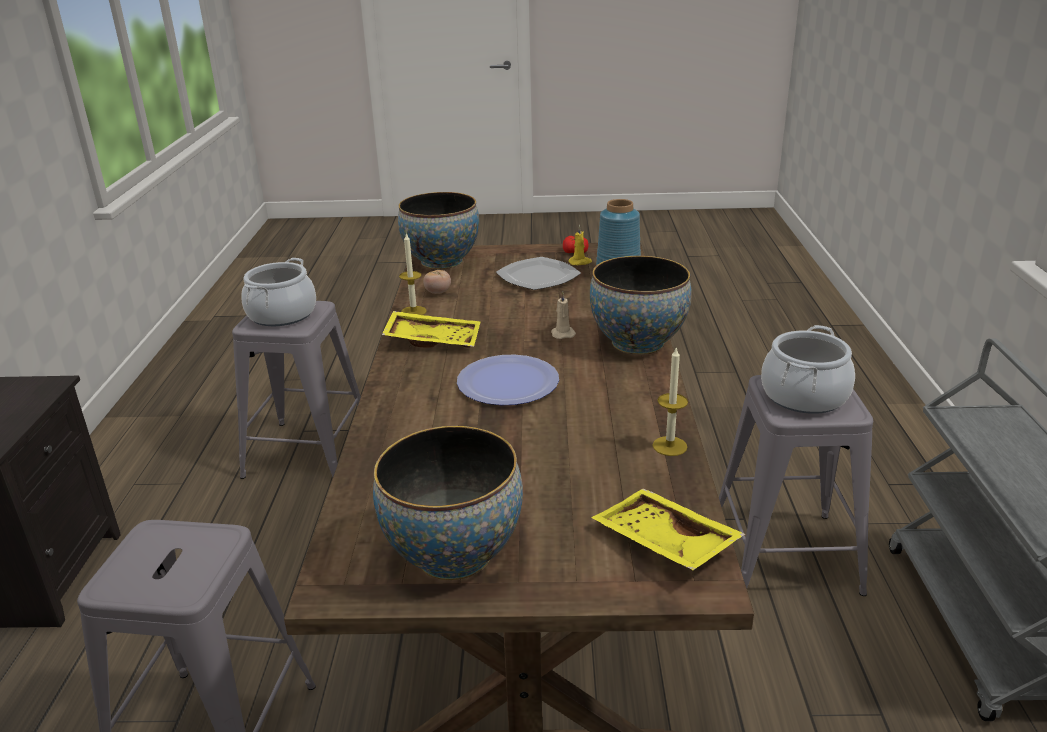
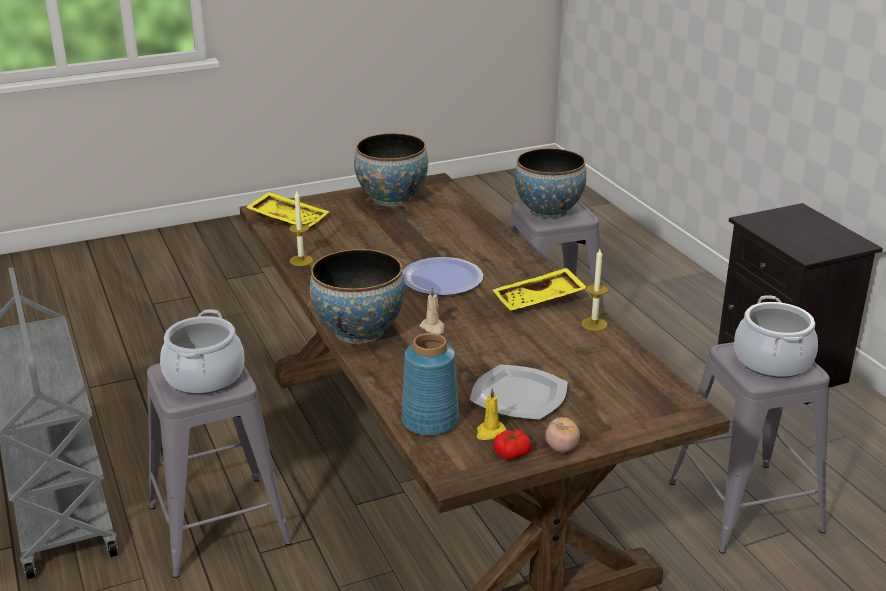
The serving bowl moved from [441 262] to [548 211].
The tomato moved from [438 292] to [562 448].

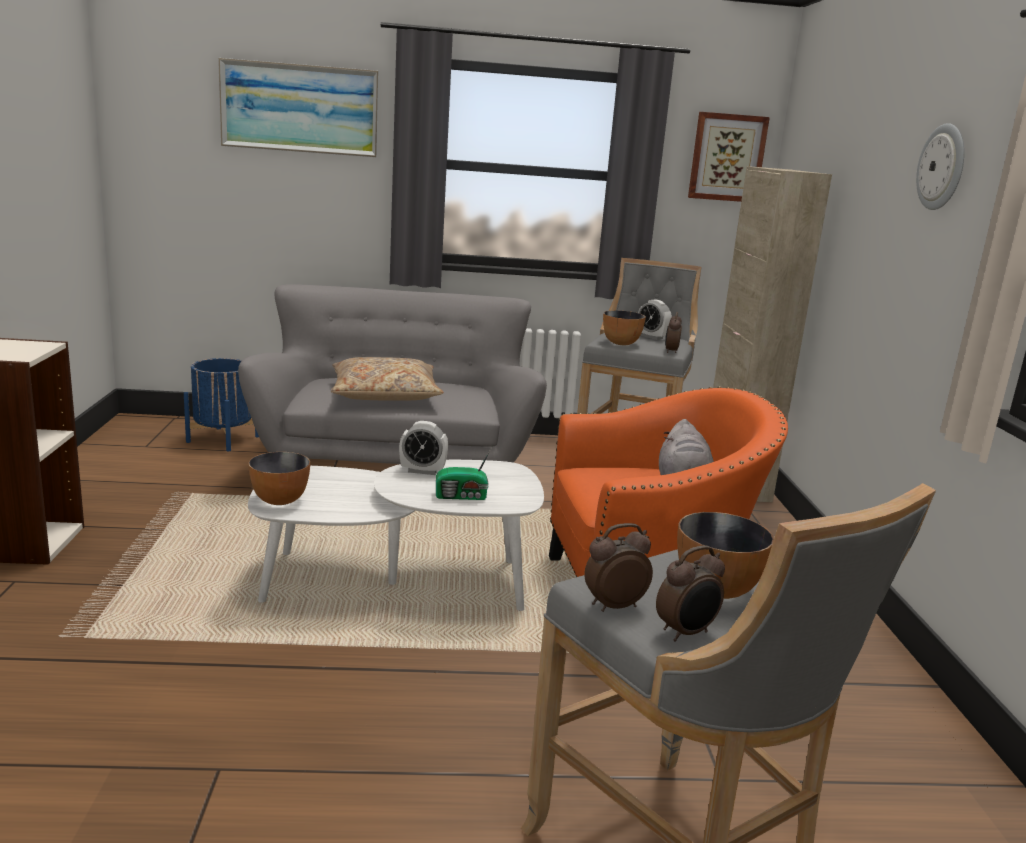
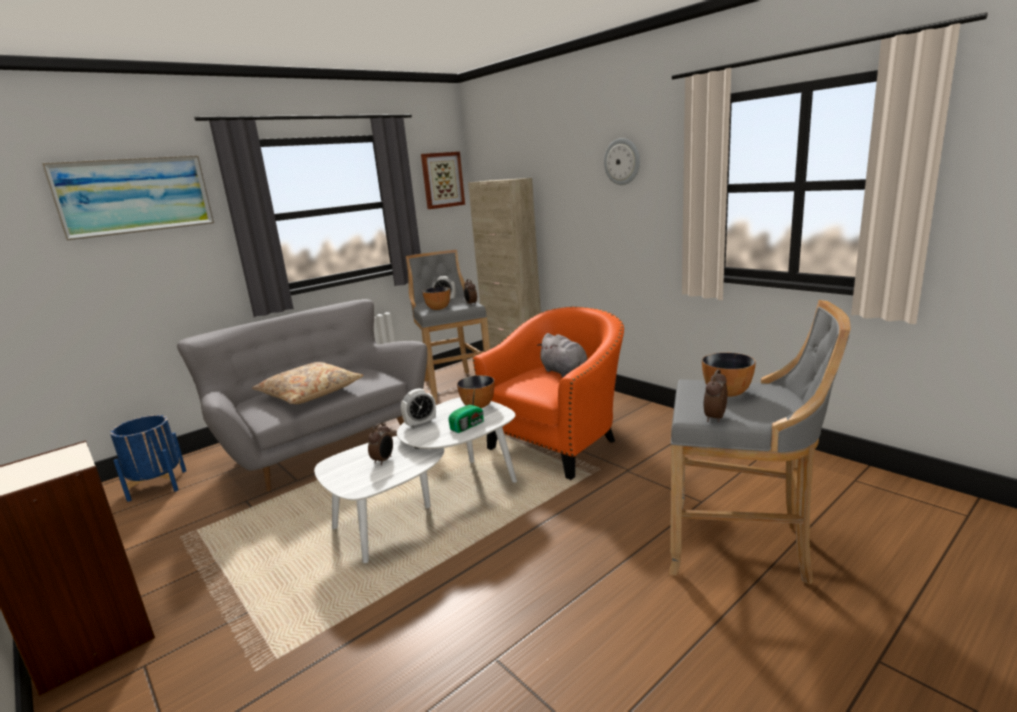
The serving bowl moved from [280 500] to [478 405].
The alarm clock moved from [686 633] to [383 460].

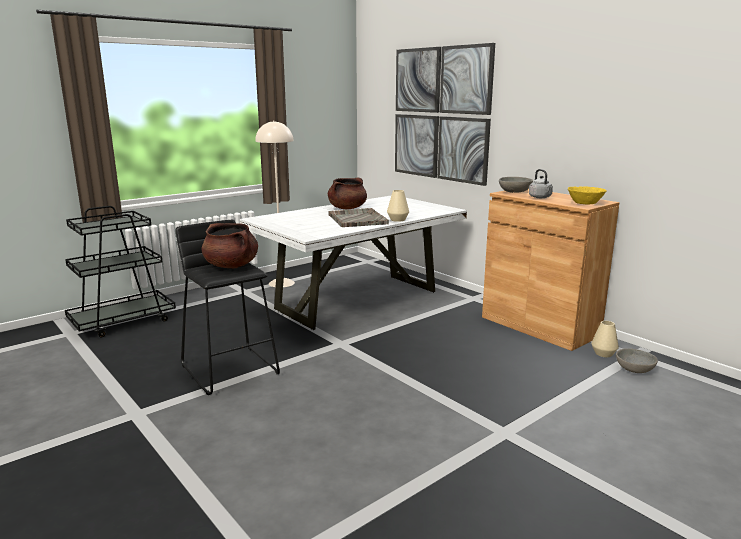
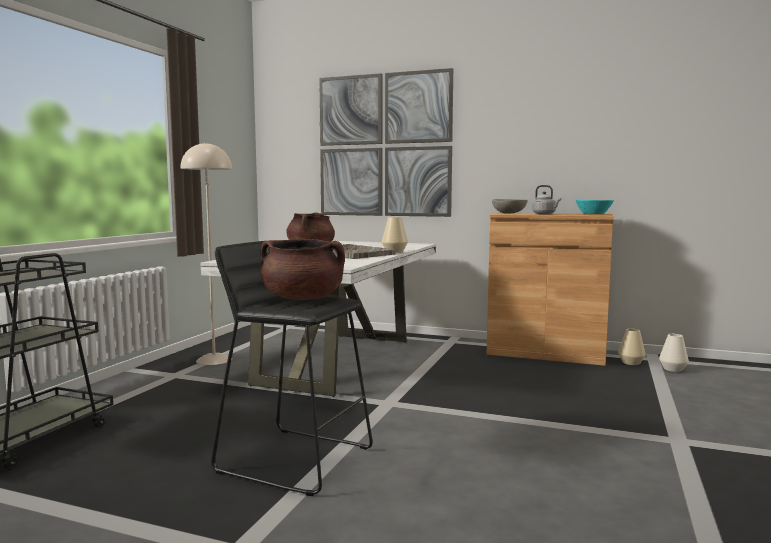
The serving bowl (greyish) at [635 369] was replaced by the vase (white) at [673 369].
The serving bowl (yellow) at [585 203] became the serving bowl (turquoise-coloured) at [594 214].

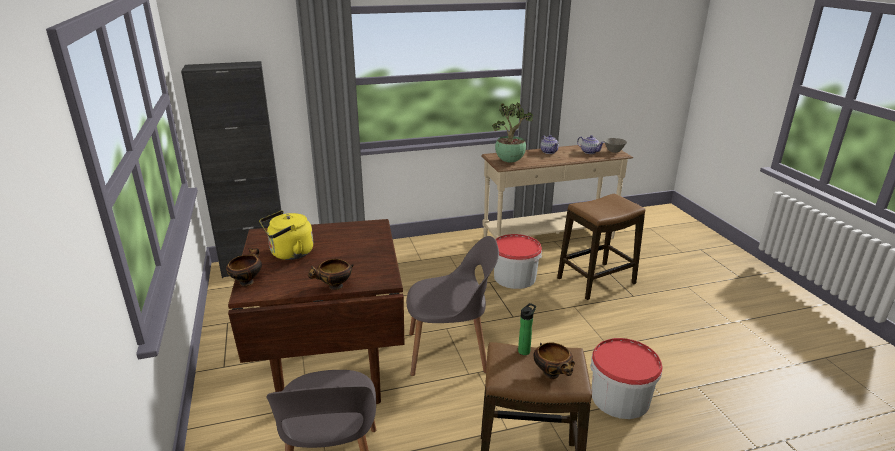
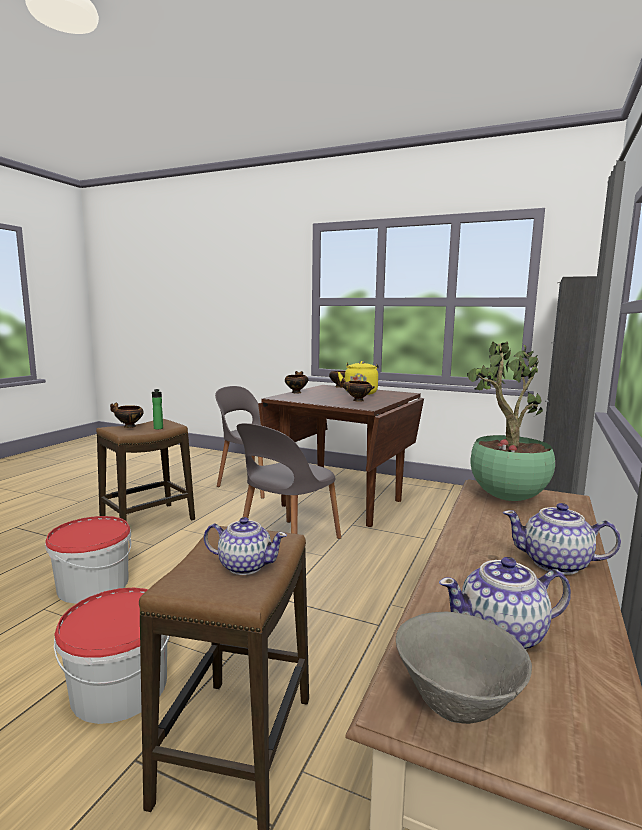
The tea pot at [244 565] appeared.
The serving bowl at [357 400] appeared.
The pail moved from [514 277] to [119 687].

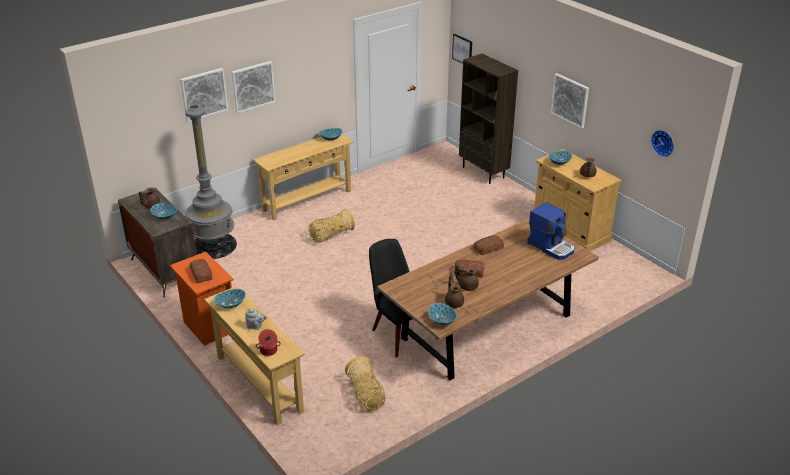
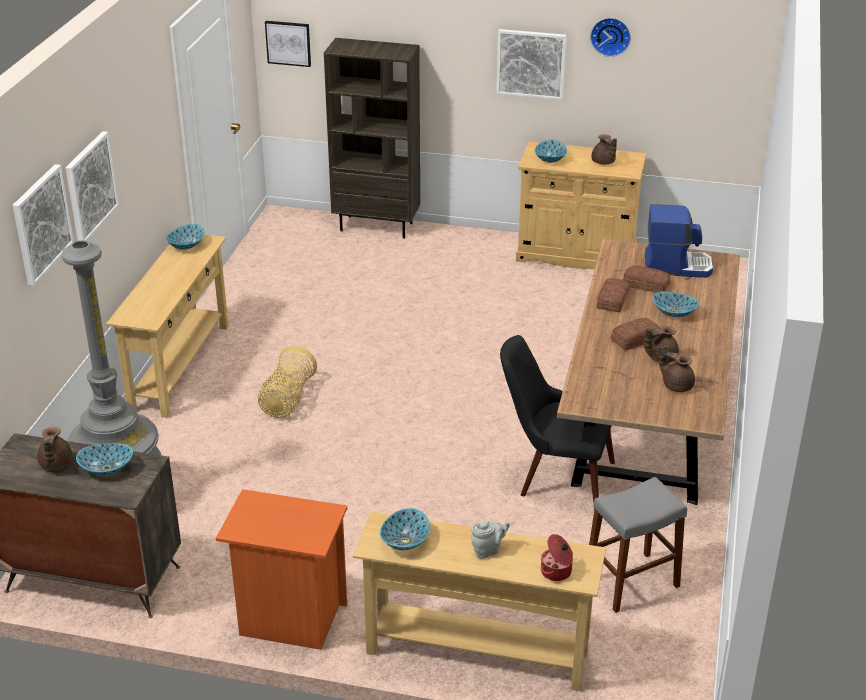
The baked bread moved from [201 273] to [645 284].
The serving bowl moved from [442 321] to [674 313].
The wall clock moved from [663 142] to [610 36].
The storage basket at [366 395] was replaced by the stool seat (greyish) at [631 582].

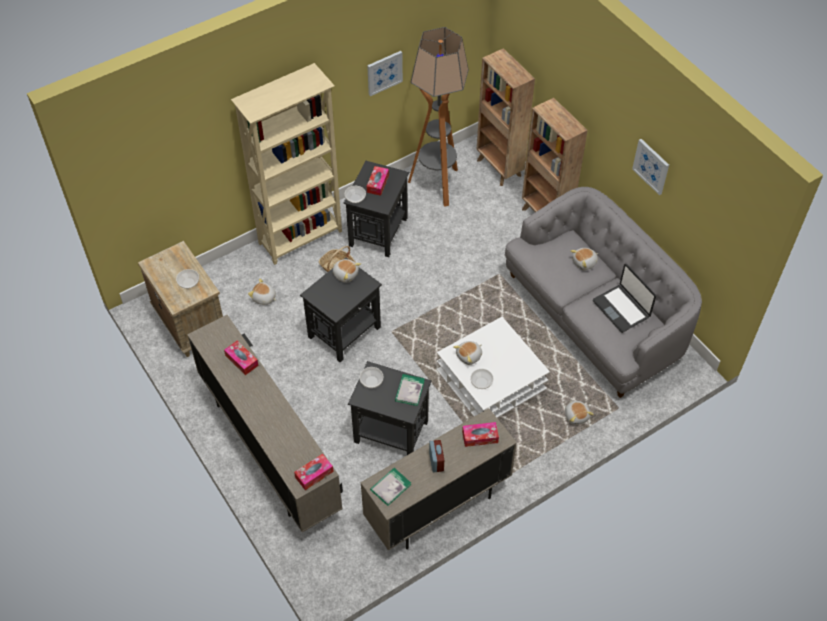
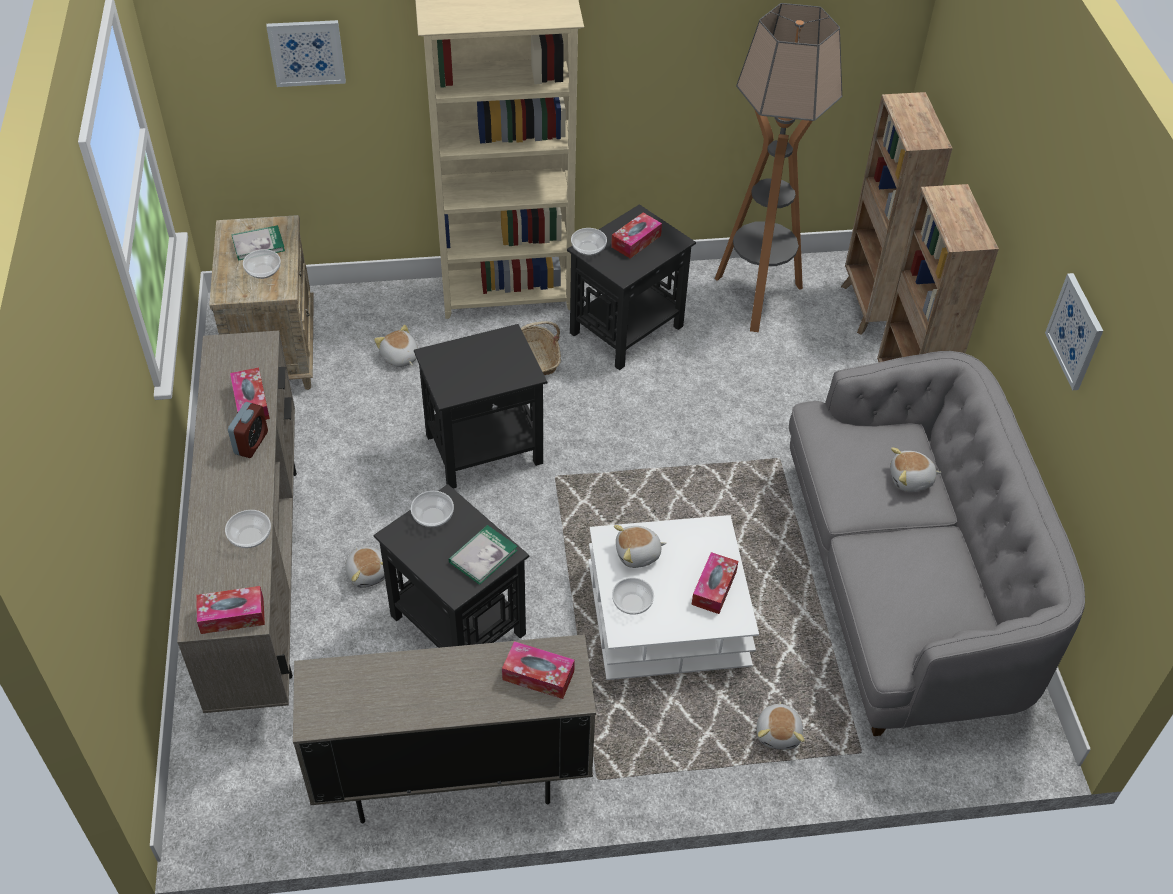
The laptop at [621 308] disappeared.
The serving bowl at [250 536] appeared.
The box of tissues at [714 588] appeared.
The cuddly toy moved from [345 274] to [368 573].
The wall picture moved from [384 72] to [307 52].
The volume moved from [390 487] to [258 244].
The alarm clock moved from [436 462] to [251 443].

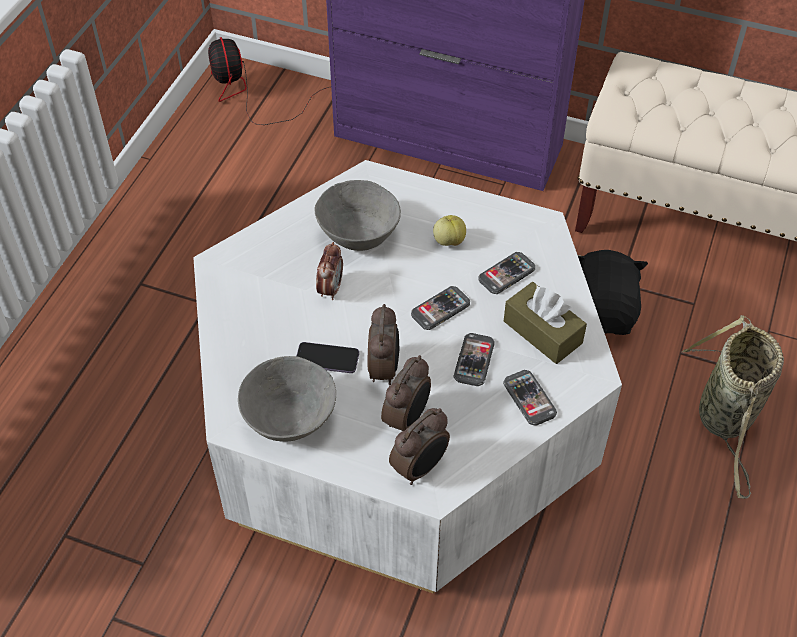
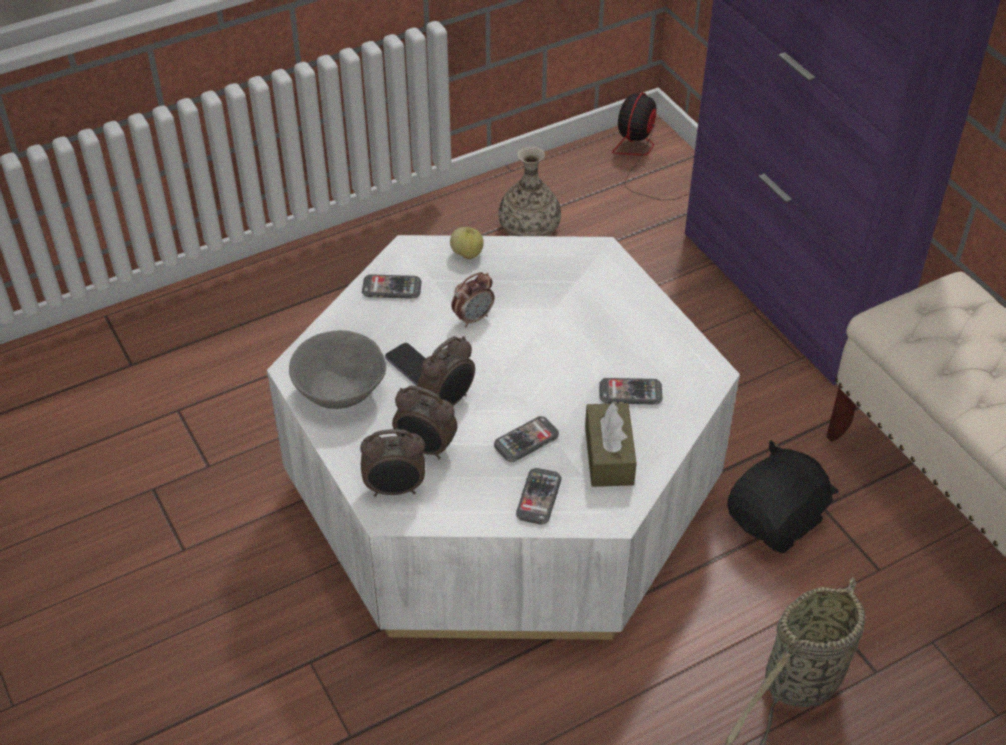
The serving bowl (greyish) at [359 234] disappeared.
The vase at [529 229] appeared.
The telephone moved from [440 309] to [391 288].
The whole apple moved from [449 241] to [467 254].
The alarm clock at [407 418] turned 45 degrees clockwise.

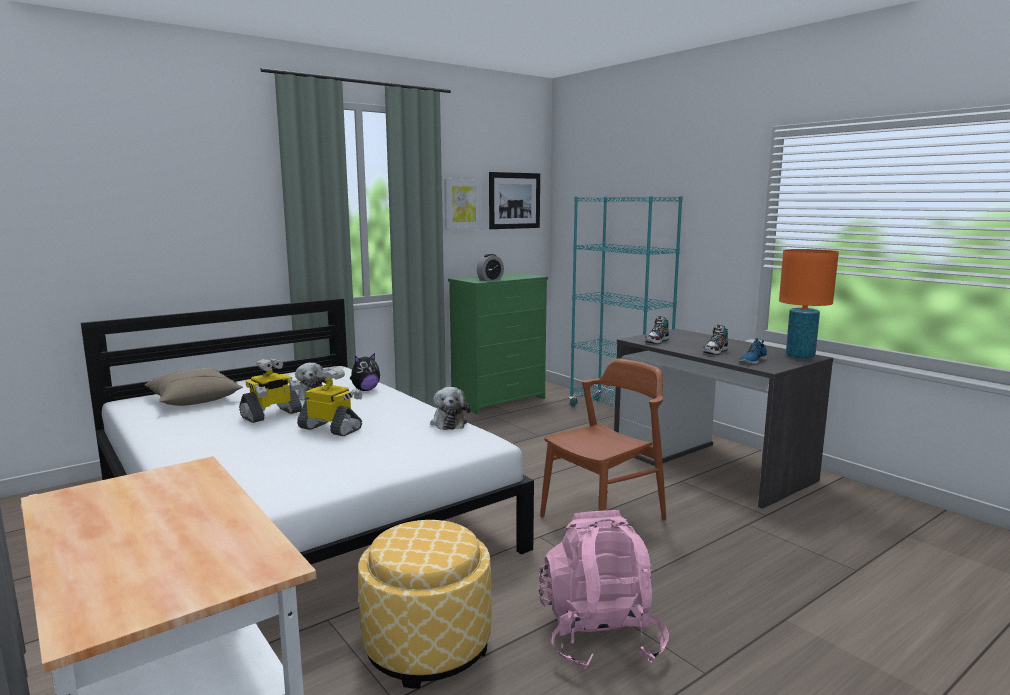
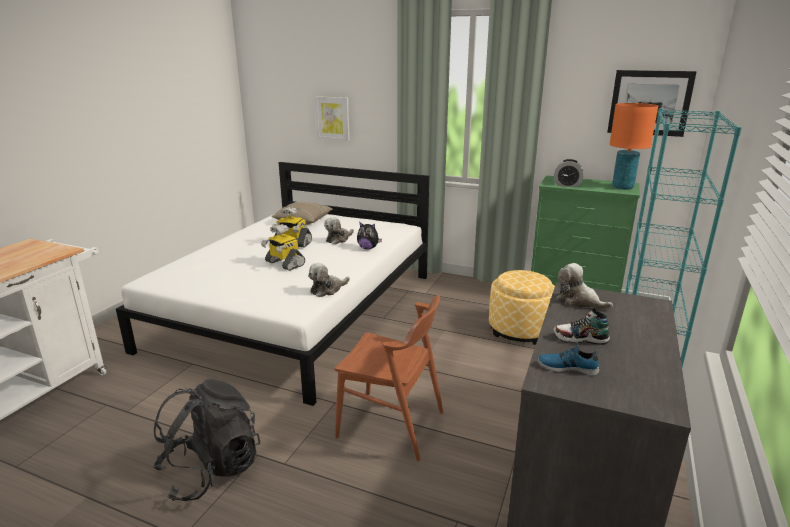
The ottoman moved from [427 645] to [519 329].
The wall picture moved from [462 204] to [333 118].
The tabletop lamp (orangey) moved from [799 356] to [622 187].
The item of footwear at [657 341] was replaced by the cuddly toy at [578 301].
The rucksack (pink-coloured) at [599 636] became the rucksack (blackish) at [211 470].
The model robot at [331 428] turned 135 degrees clockwise.

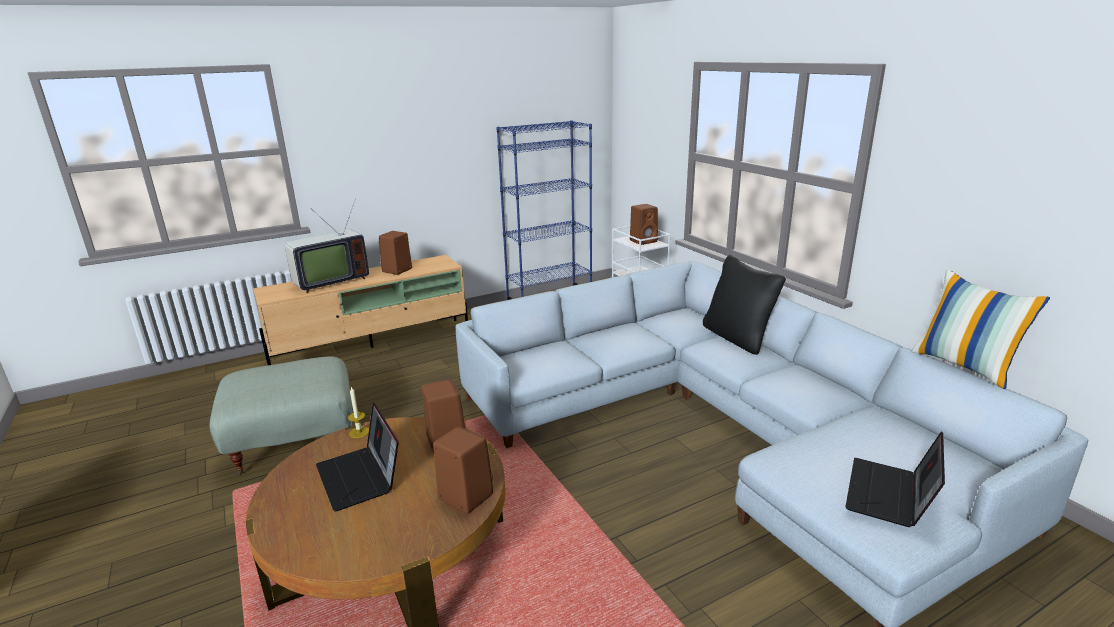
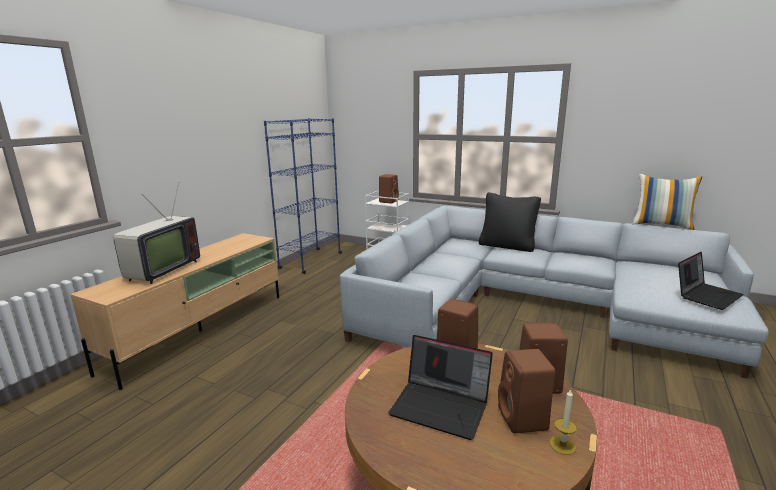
The ottoman (greyish) at [295 441] disappeared.
The candle moved from [359 432] to [562 445].
The speaker (brownish) moved from [397 270] to [523 420].
The laptop at [890 496] turned 120 degrees counterclockwise.

